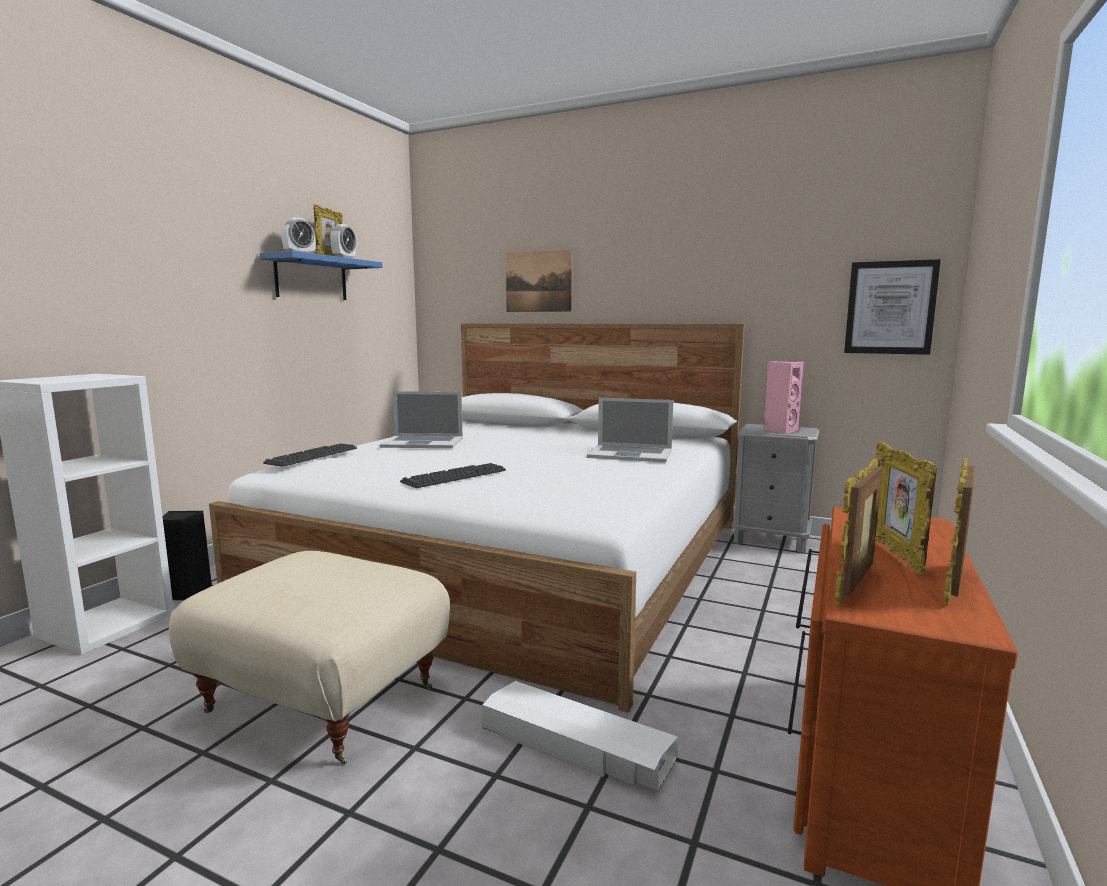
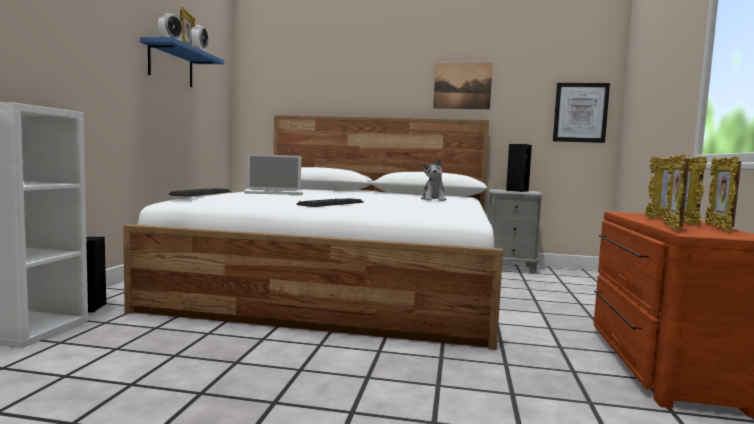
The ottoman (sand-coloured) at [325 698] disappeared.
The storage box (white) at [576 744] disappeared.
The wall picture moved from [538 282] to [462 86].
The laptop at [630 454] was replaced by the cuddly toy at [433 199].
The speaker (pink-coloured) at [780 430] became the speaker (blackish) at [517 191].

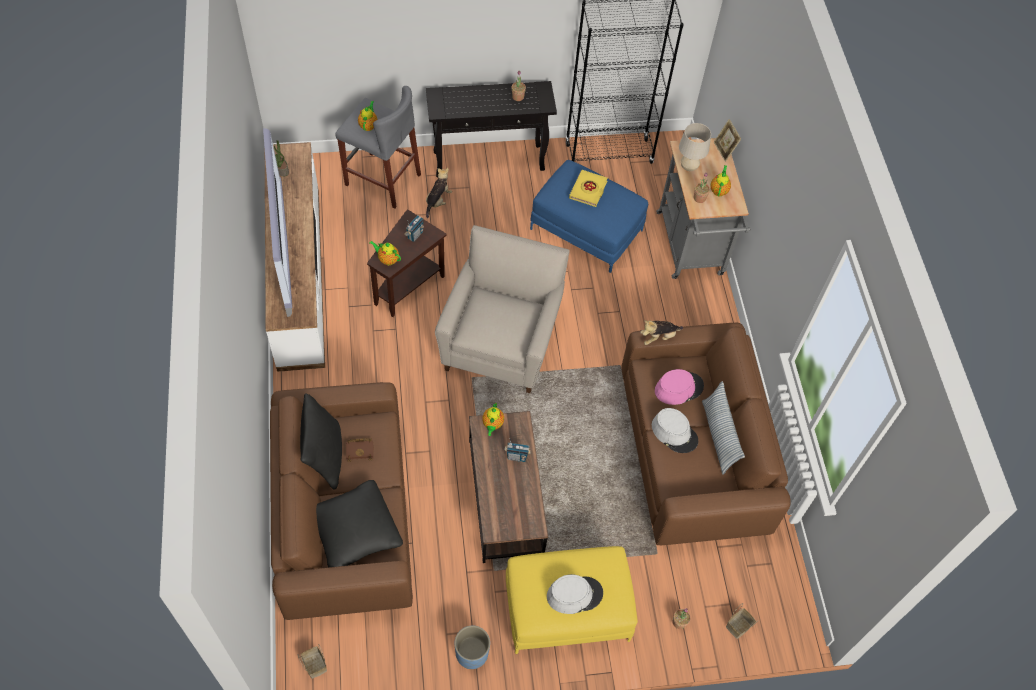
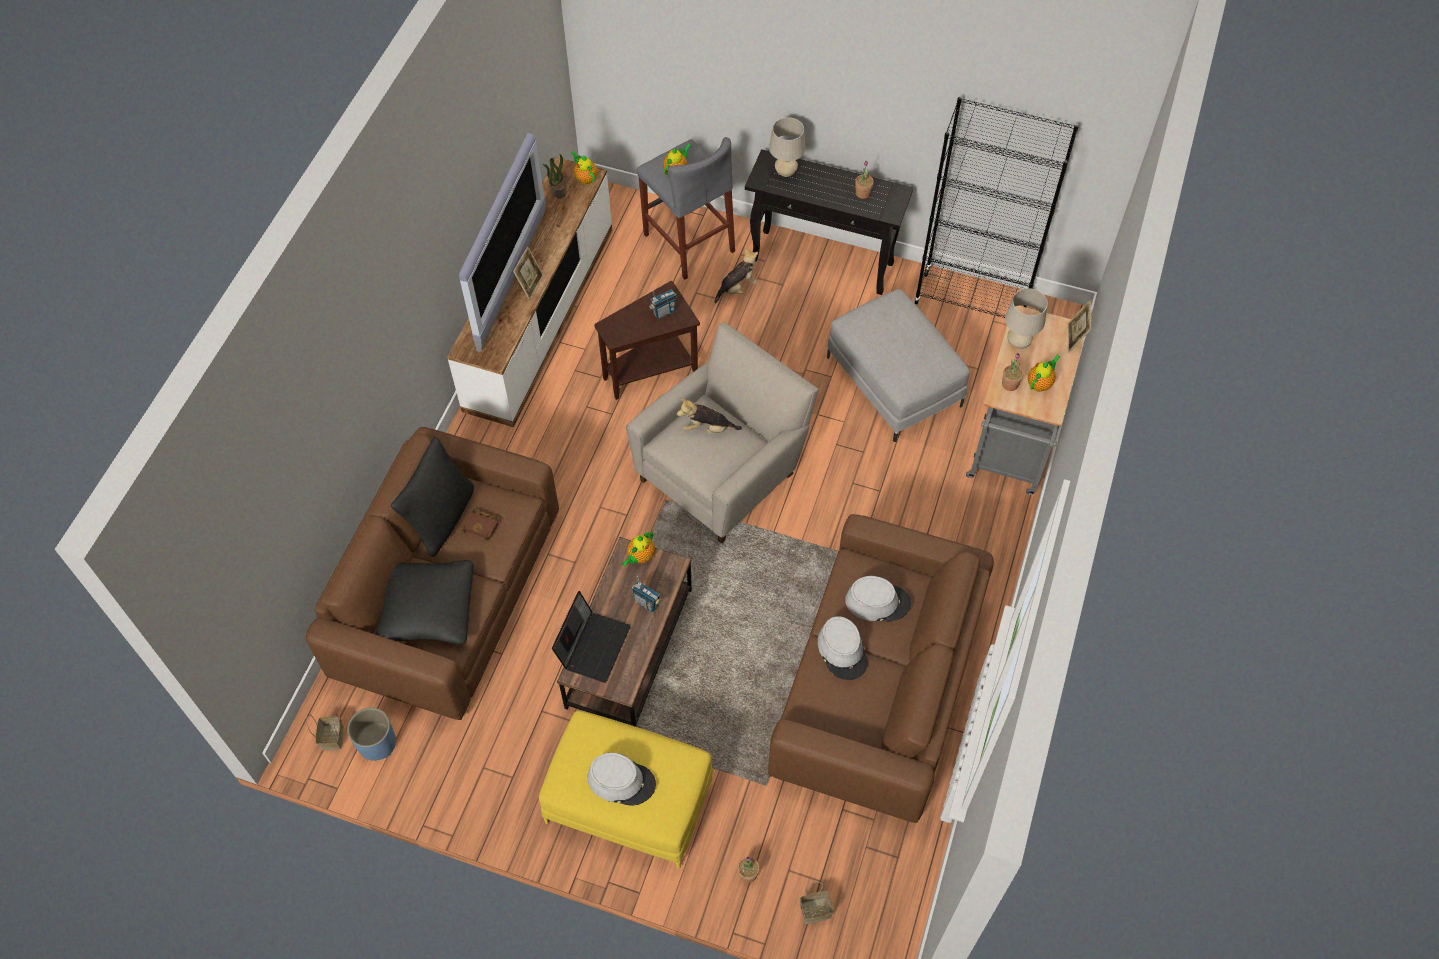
The volume (yellow) at [588 190] disappeared.
The throw pillow at [718 436] disappeared.
The photo frame at [530 285] appeared.
The laptop at [593 645] appeared.
The tabletop lamp (sand-coloured) at [785 172] appeared.
The tea pot moved from [387 259] to [585 178].
The flower pot (bluish) moved from [472 653] to [377 743].
The cuddly toy moved from [658 337] to [707 428].
The ottoman (bluish) at [587 229] became the ottoman (greyish) at [894 381].
The clothing hat (pink-coloured) at [678 388] became the clothing hat (greyish) at [877 602].

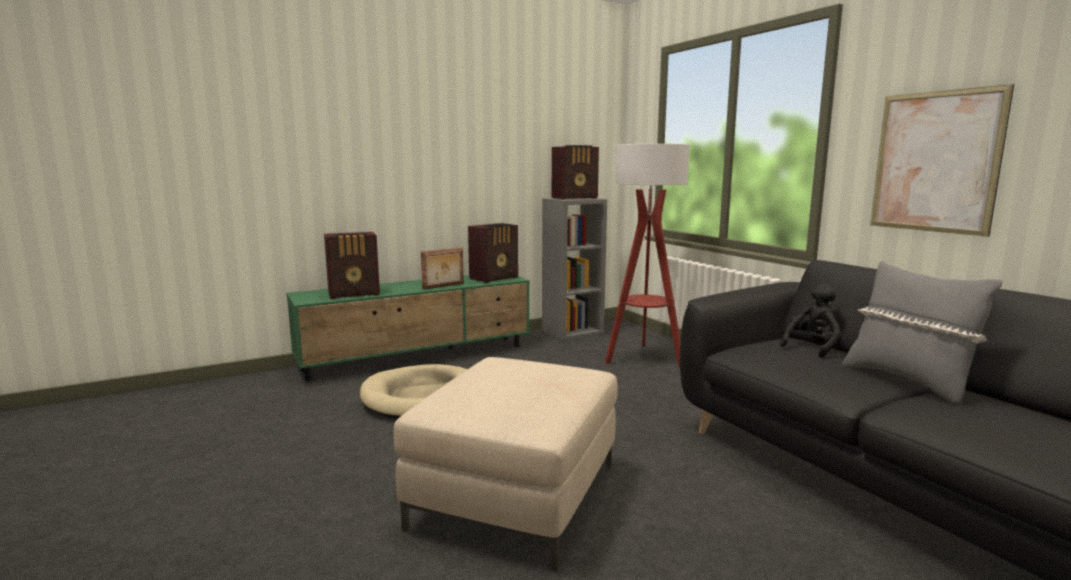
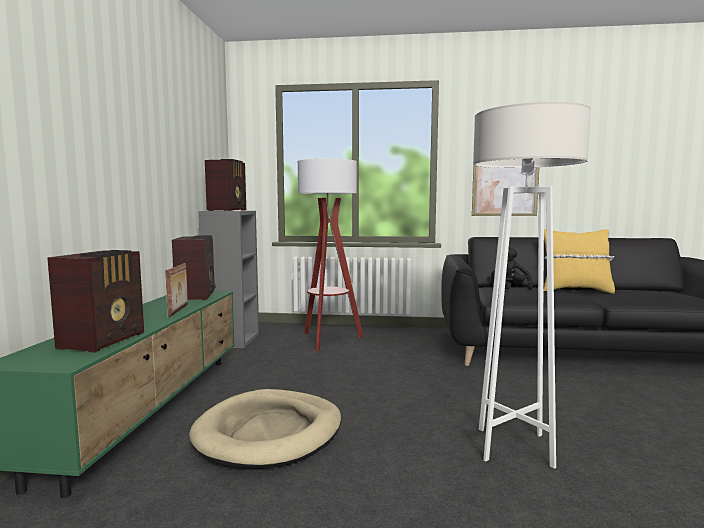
The ottoman (sand-coloured) at [516 495] was replaced by the standard lamp (white) at [514 447].
The throw pillow (greyish) at [908 381] became the throw pillow (yellow) at [575 290].

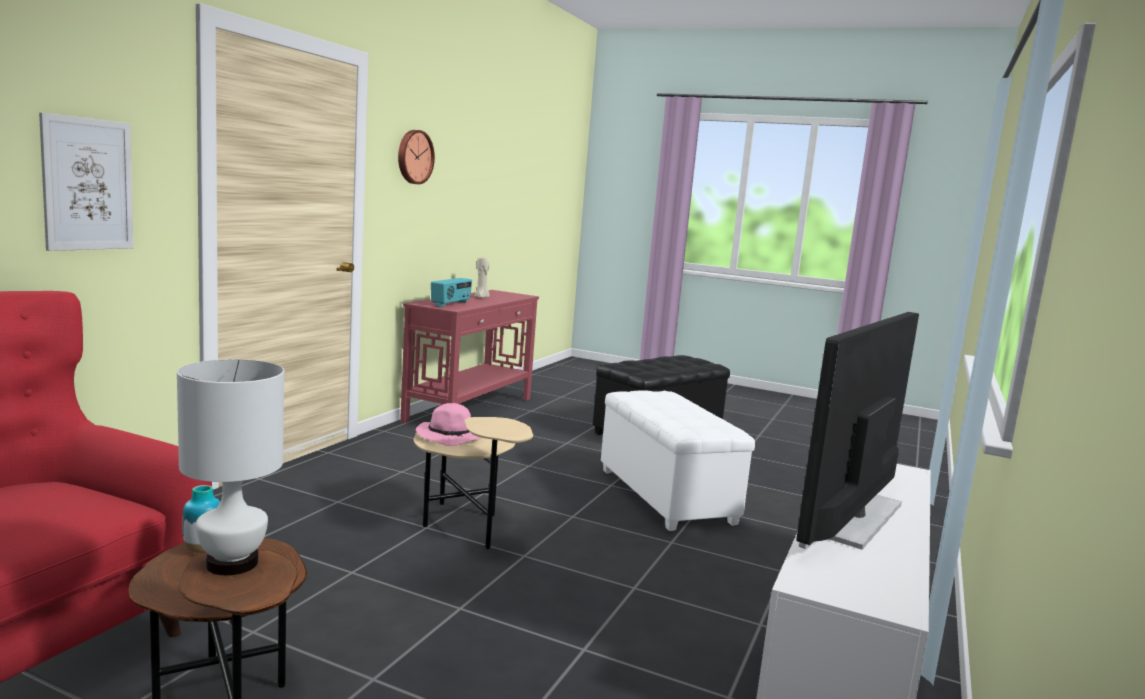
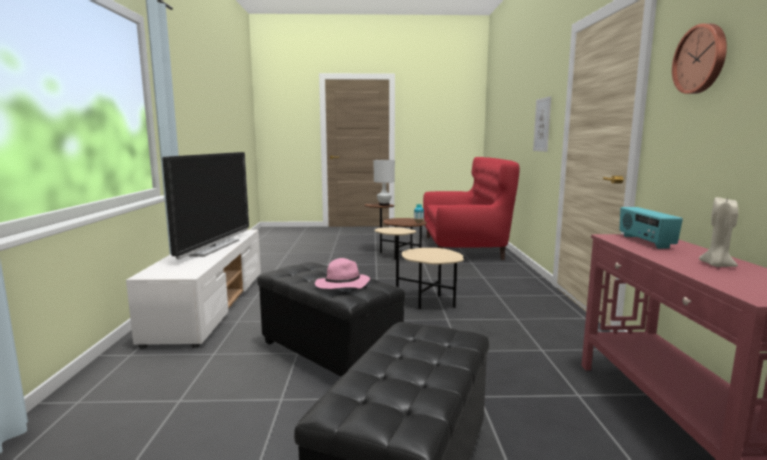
The clothing hat (pink-coloured) moved from [451 436] to [342 285].
The ottoman (white) at [666 497] became the ottoman (blackish) at [328 354].

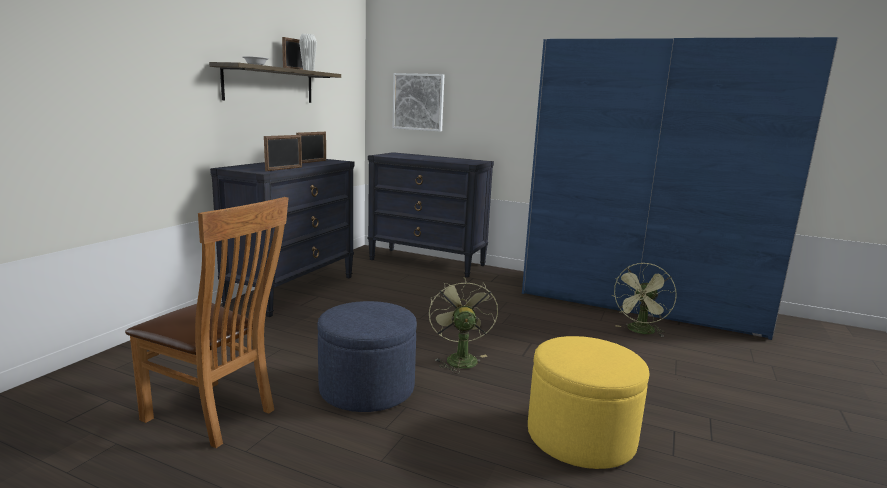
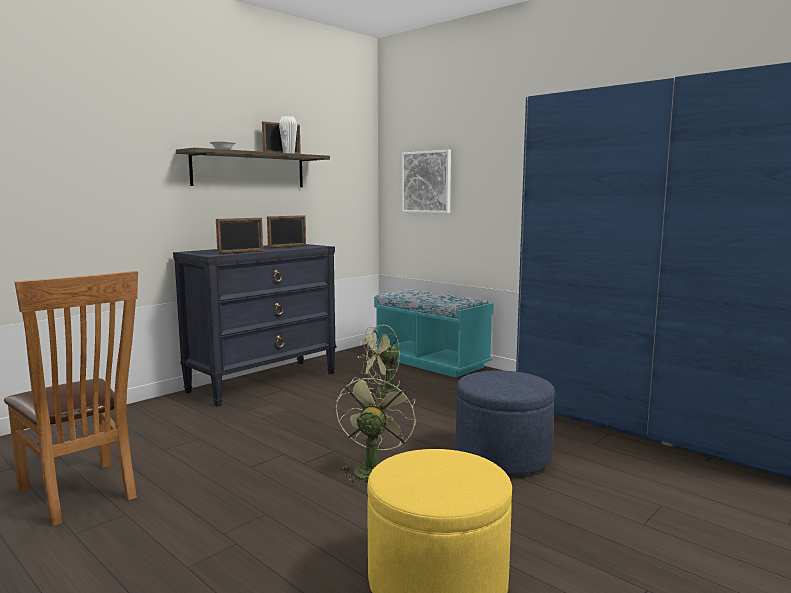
The ottoman (bluish) moved from [367 388] to [502 456].
The fan (green-coloured) moved from [640 331] to [384 394].
The drawer chest (blackish) at [427 262] was replaced by the indoor bench (turquoise-coloured) at [431 362].

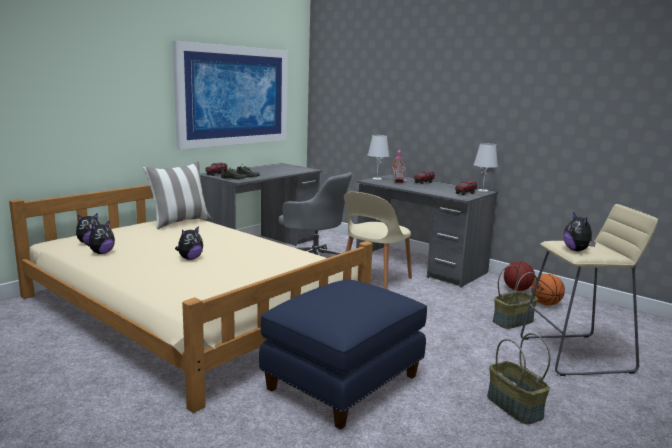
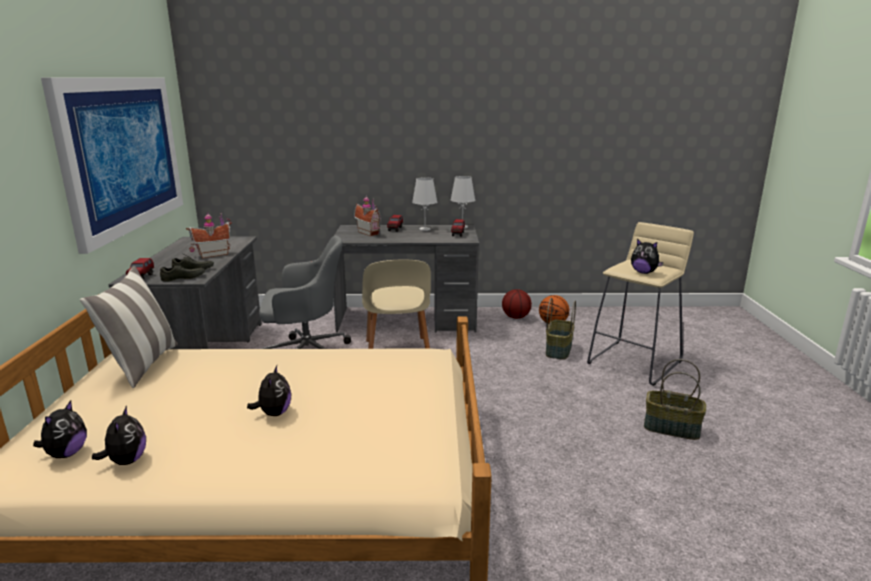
The ottoman (bluish) at [342 381] disappeared.
The model house at [212 254] appeared.
The tabletop lamp (white) moved from [376 179] to [424 229].

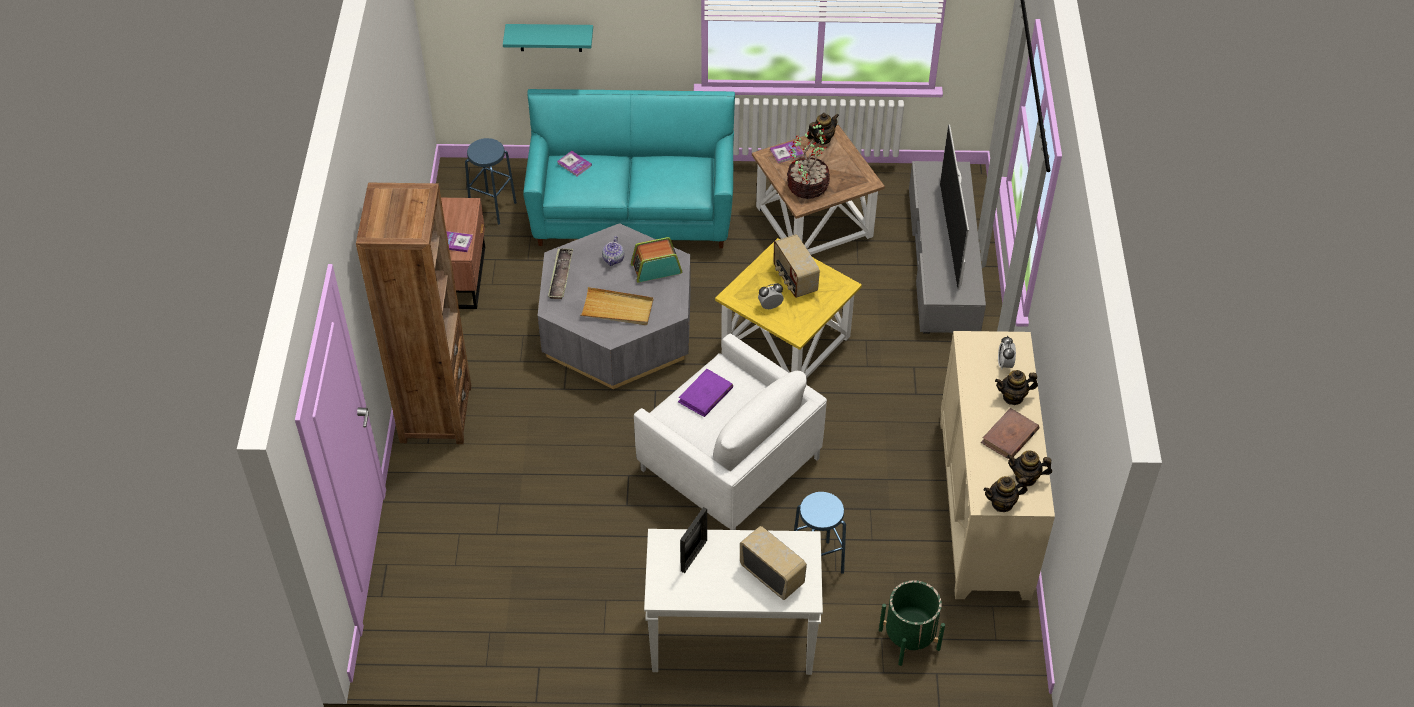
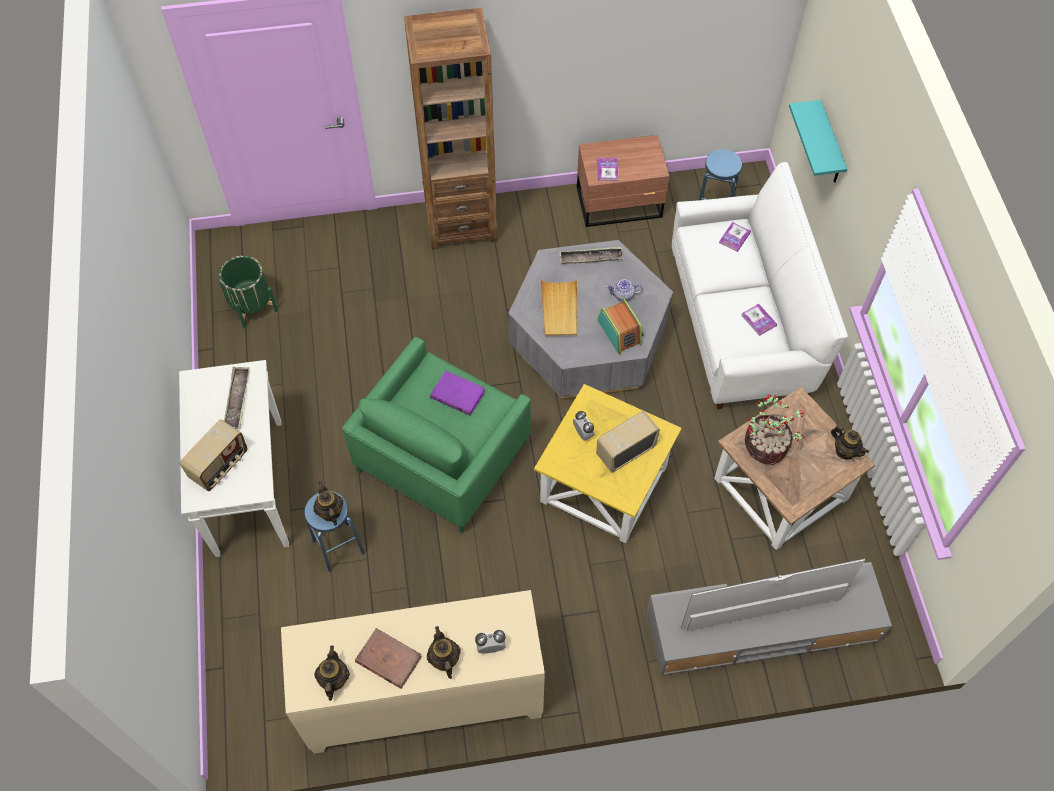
The volume moved from [786 152] to [758 320].
The flower pot (green-coloured) moved from [909 639] to [252 306].
The tea pot moved from [1002 503] to [330 512].
The photo frame at [694 555] was replaced by the tray at [237 399].
The settee (turquoise-coloured) at [633 214] became the settee (white) at [740 324].
The armchair (white) at [729 464] became the armchair (green-coloured) at [442 456].

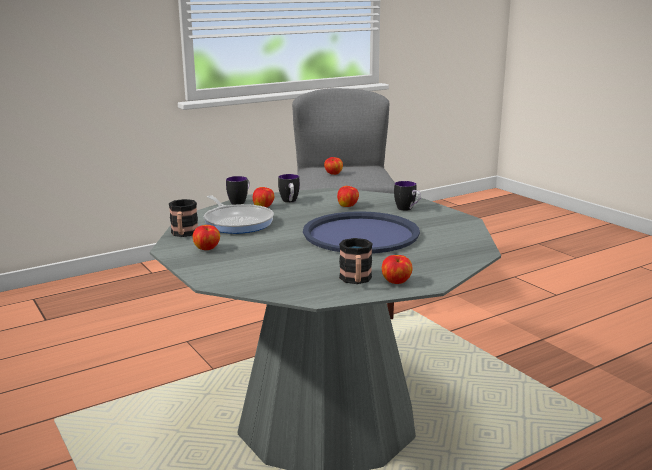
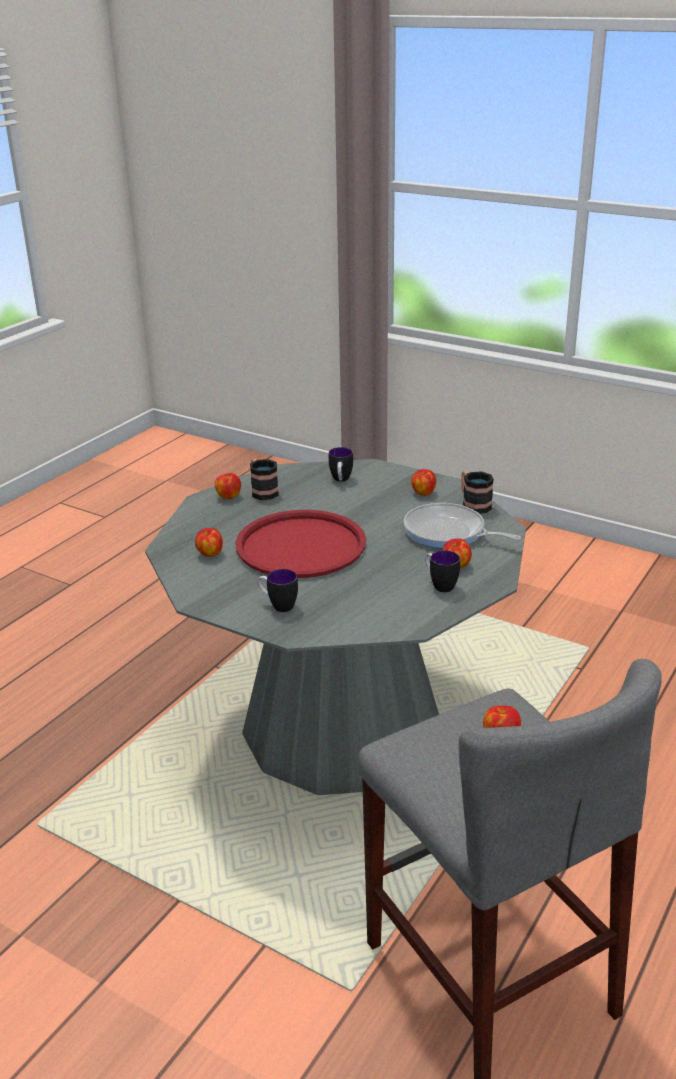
The tea mug moved from [240 202] to [340 480].
The whole apple moved from [348 206] to [209 554].
The tray (bluish) at [361 234] became the tray (red) at [301 545].

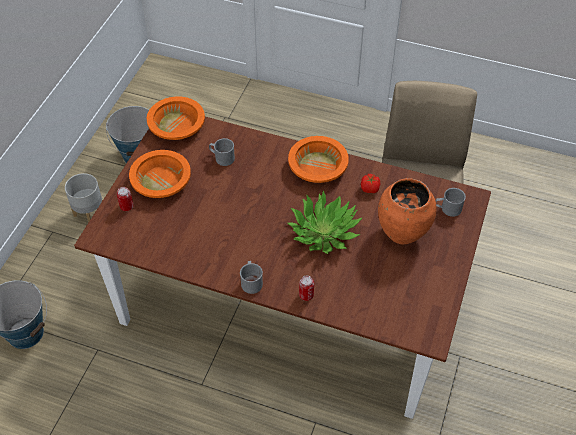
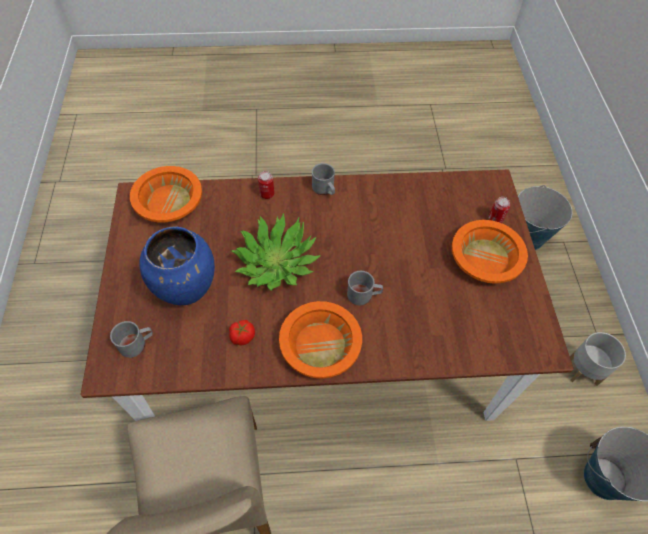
The serving bowl (orangey) moved from [176 126] to [169 202].
The tea mug (greyish) moved from [222 157] to [363 295].
The vase (orangey) at [401 233] became the vase (bluish) at [188 290].

